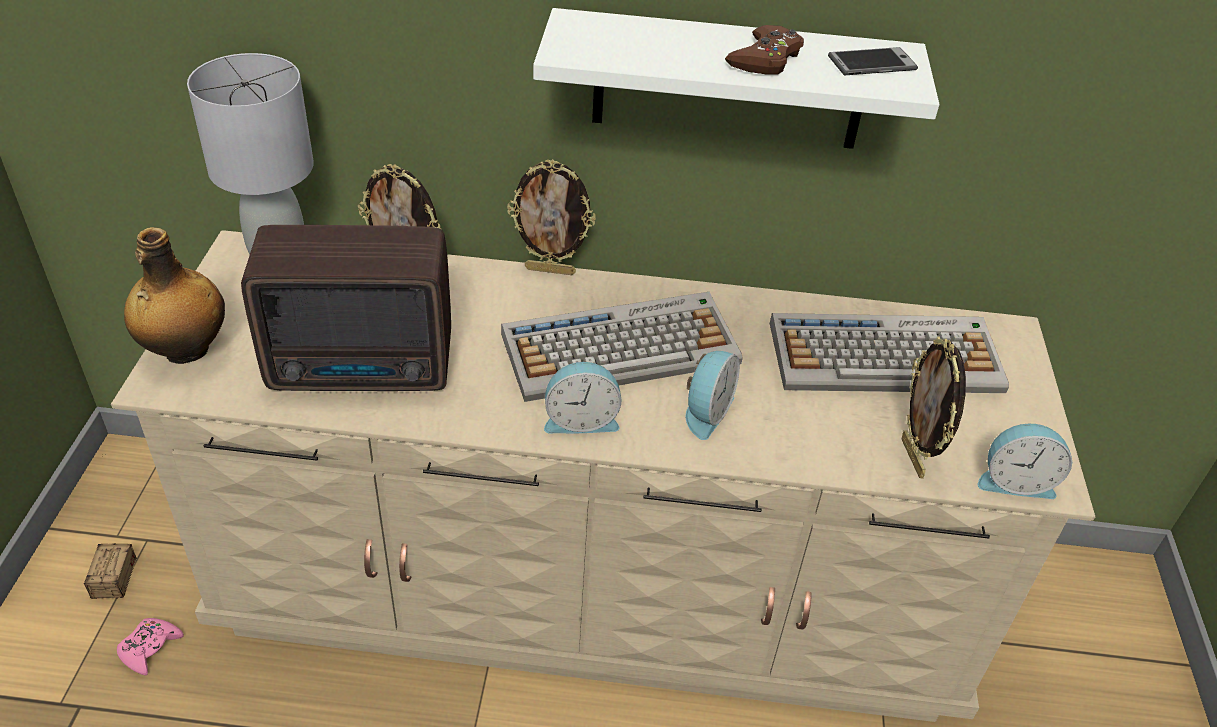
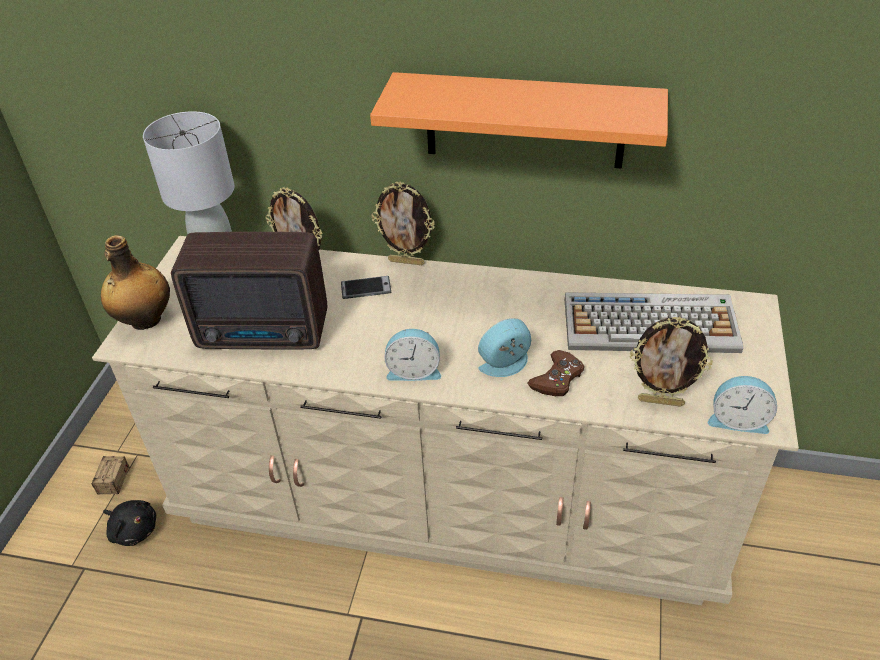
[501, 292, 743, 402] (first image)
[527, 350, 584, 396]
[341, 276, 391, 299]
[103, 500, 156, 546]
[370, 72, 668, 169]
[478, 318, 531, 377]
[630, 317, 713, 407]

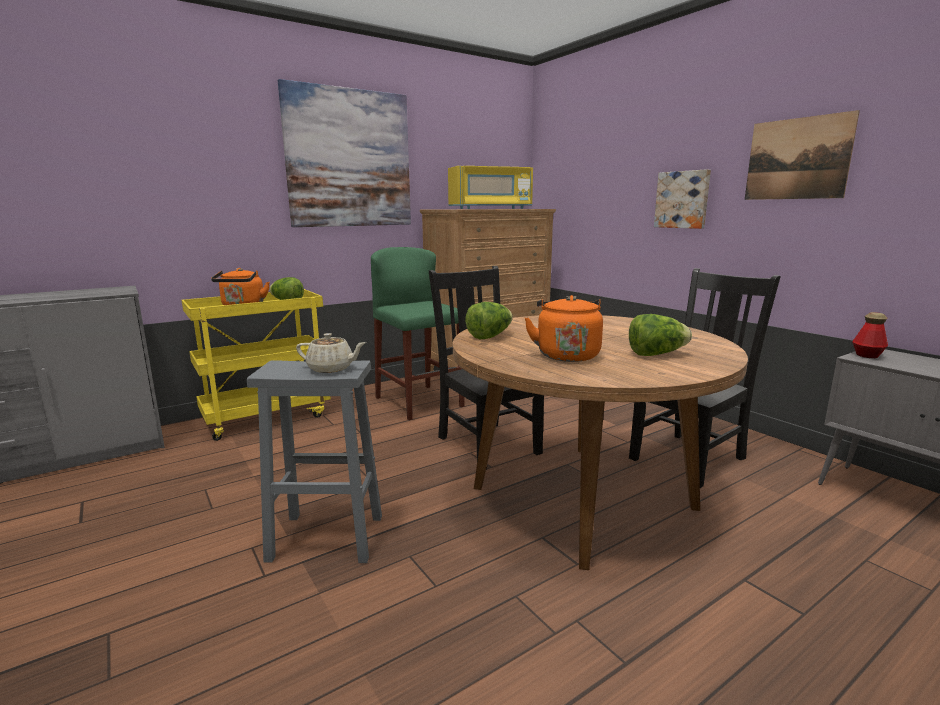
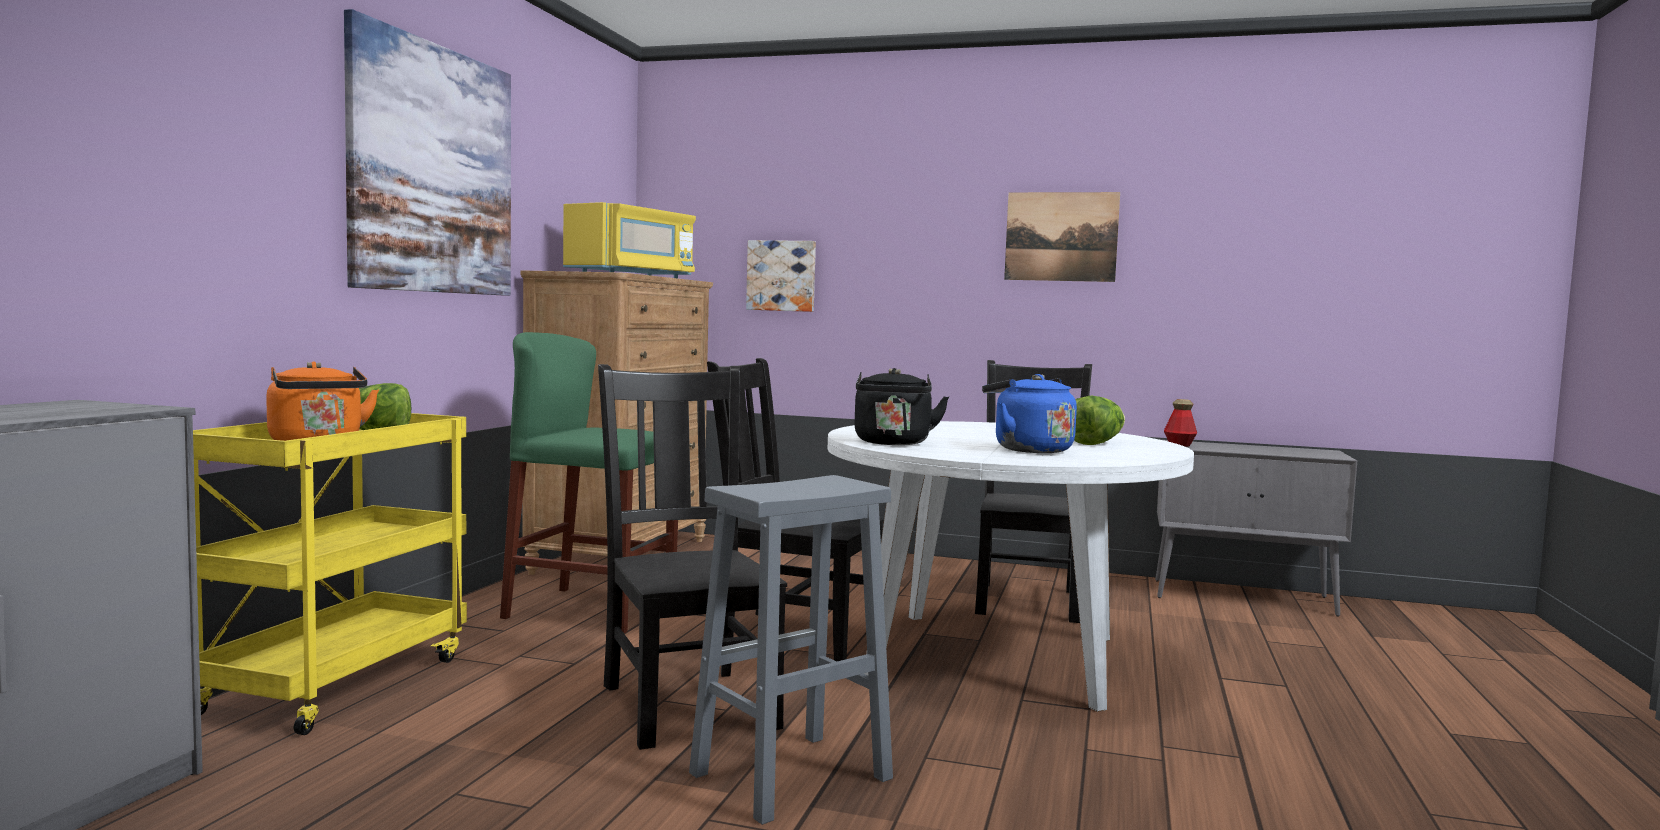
[296, 333, 366, 373] (first image)
[598, 364, 787, 750]
[746, 240, 816, 312]
[854, 368, 949, 445]
[828, 421, 1194, 712]
[982, 374, 1077, 453]

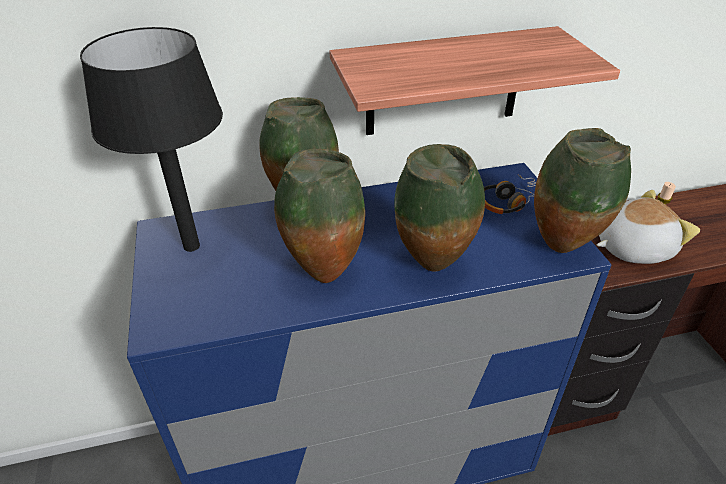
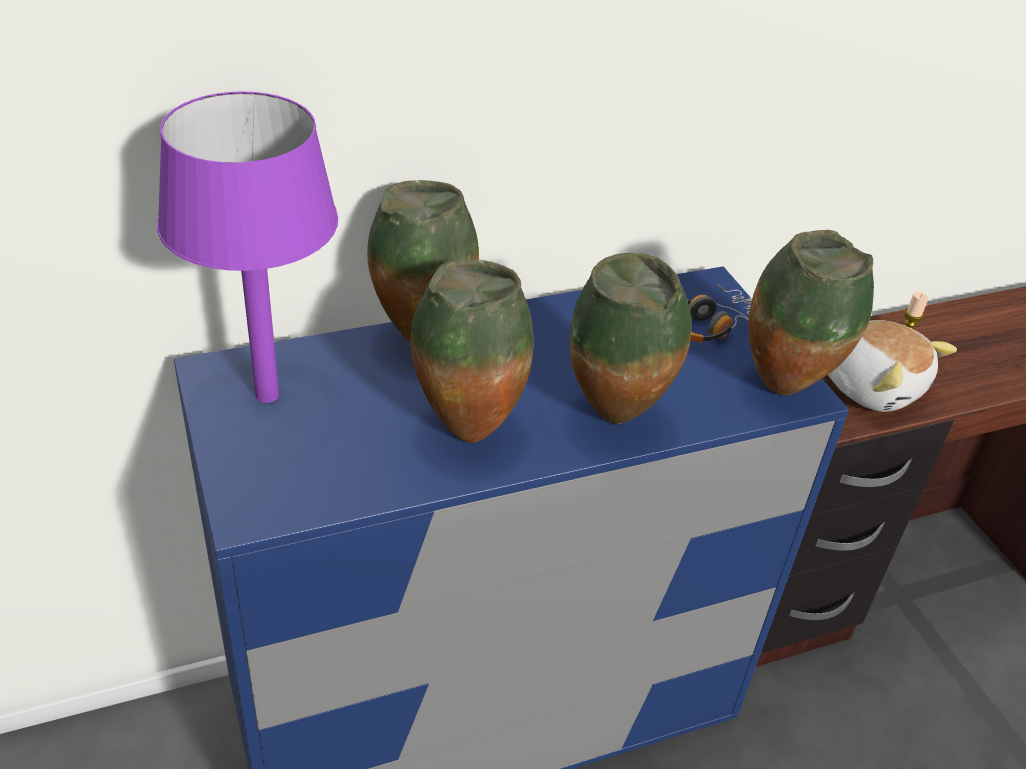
[330, 26, 620, 135] (first image)
[157, 91, 338, 403]
[828, 320, 957, 412]

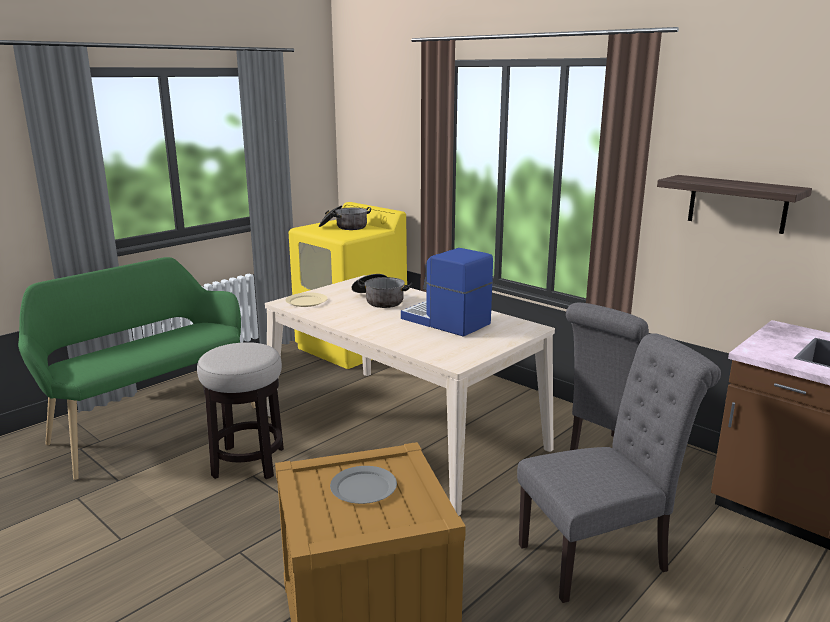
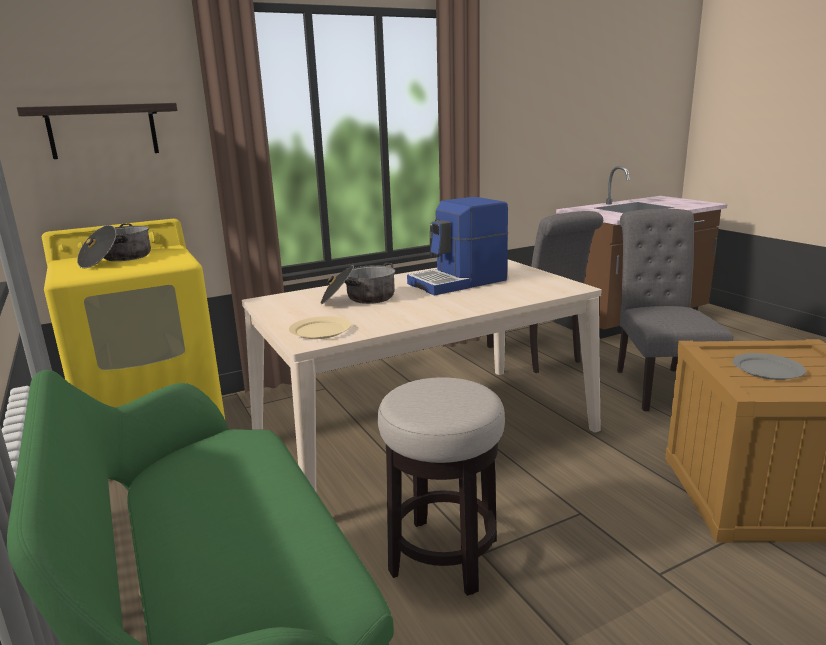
[17, 103, 177, 159]

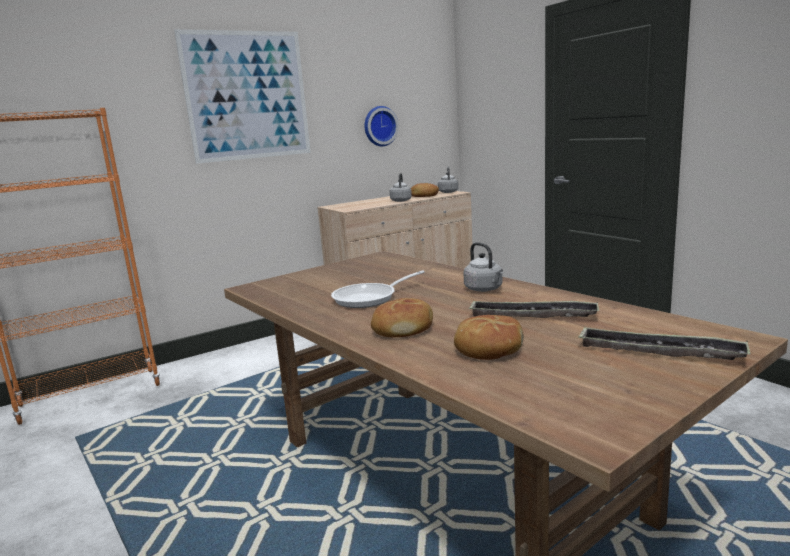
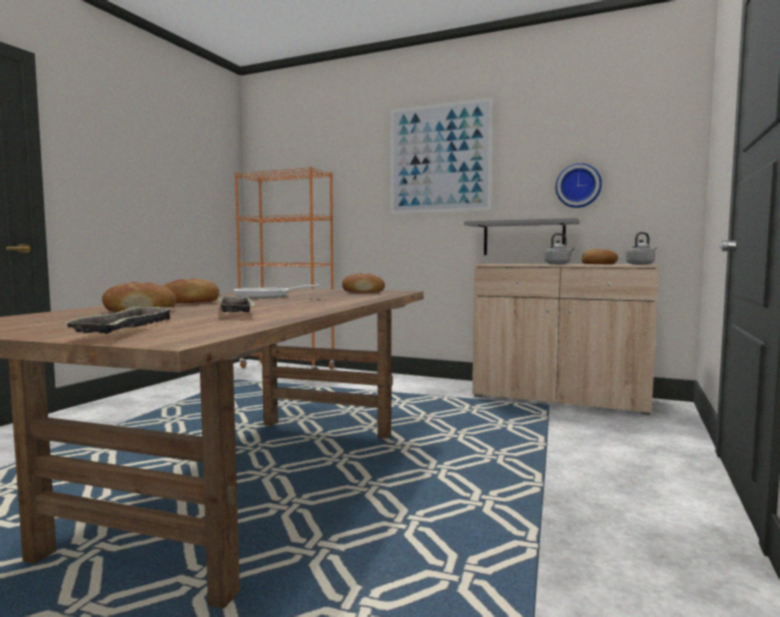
[463, 242, 503, 292] (first image)
[342, 273, 385, 293]
[464, 218, 580, 255]

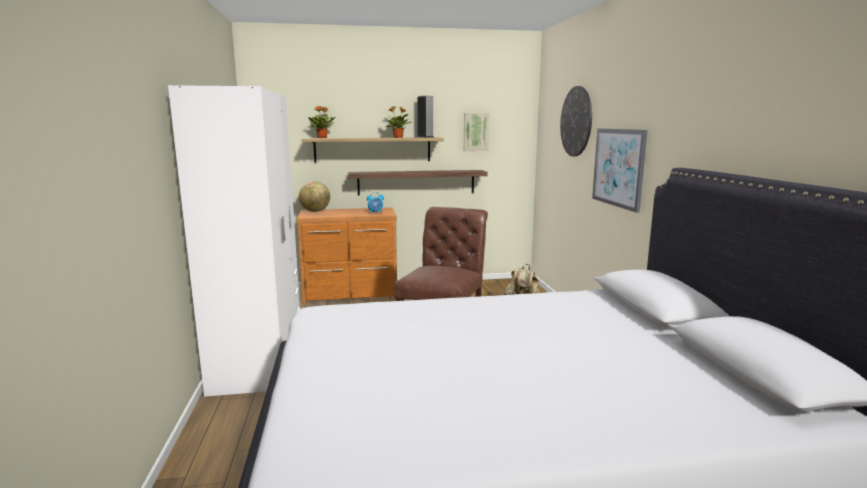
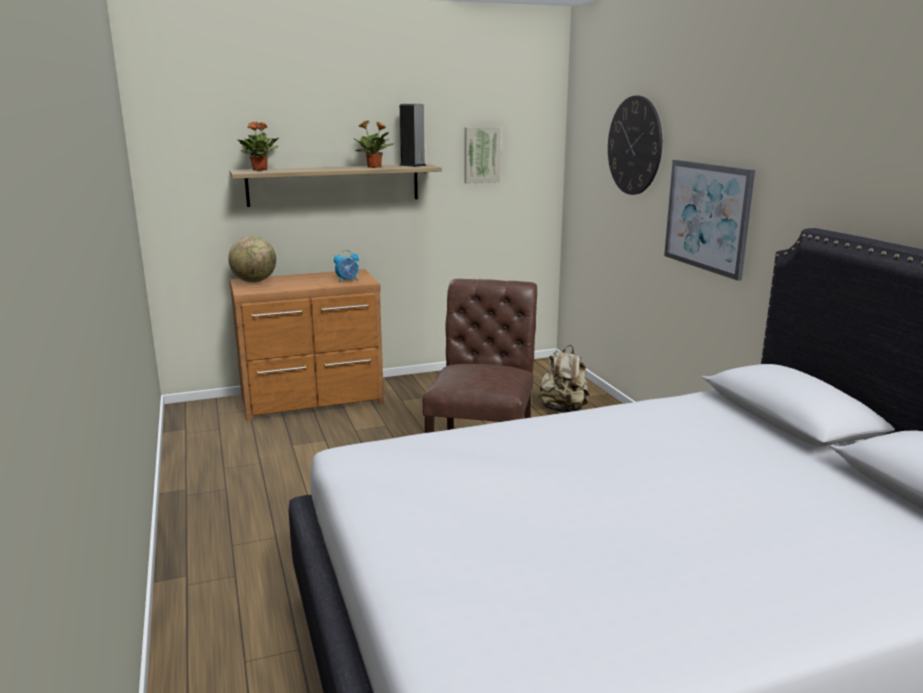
[168, 85, 300, 397] (first image)
[348, 170, 488, 195] (first image)

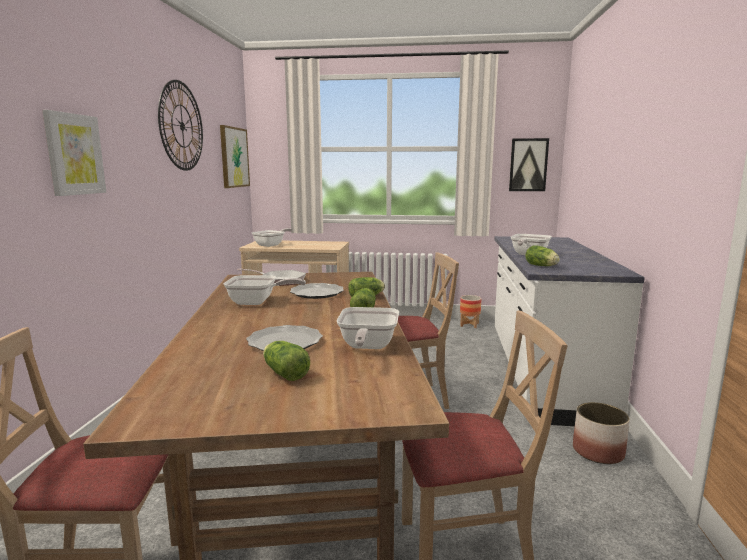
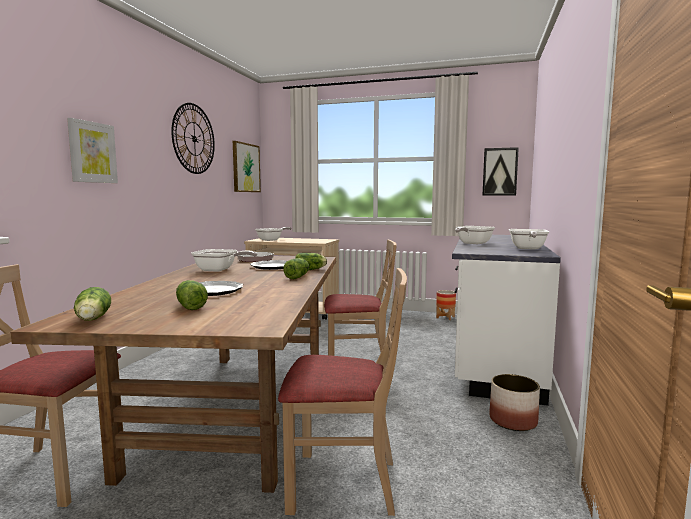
[509, 229, 549, 250]
[74, 287, 111, 321]

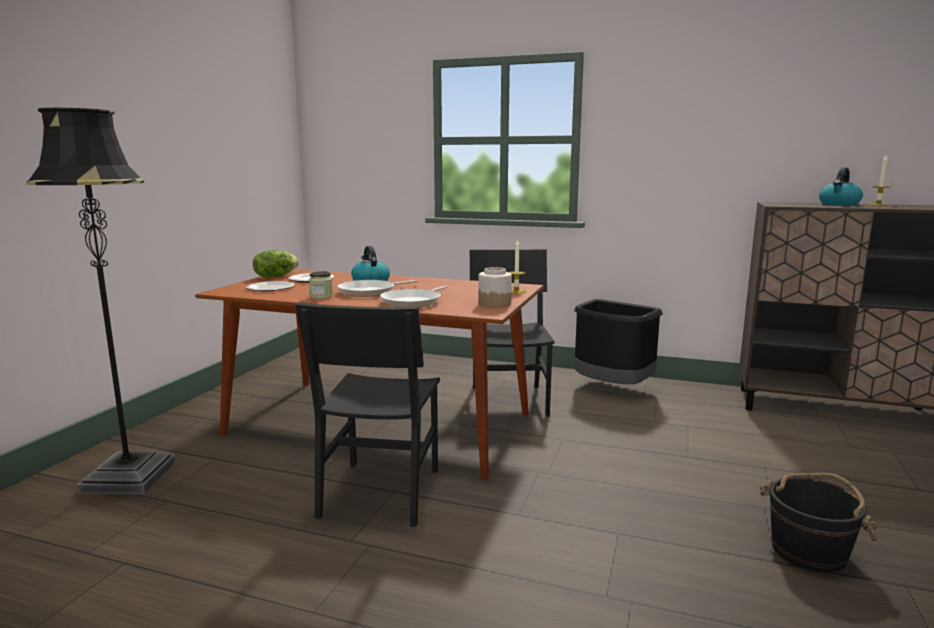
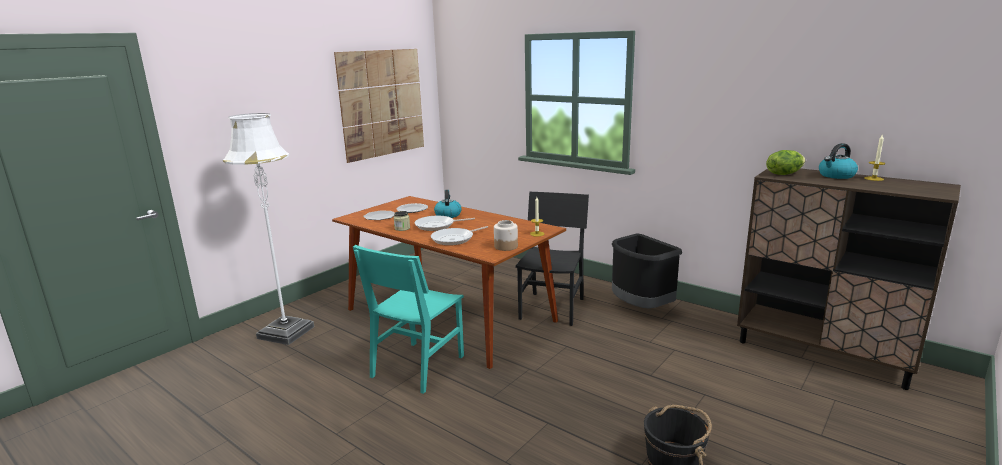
[334, 49, 424, 163]
[766, 150, 805, 175]
[223, 113, 315, 345]
[353, 245, 464, 394]

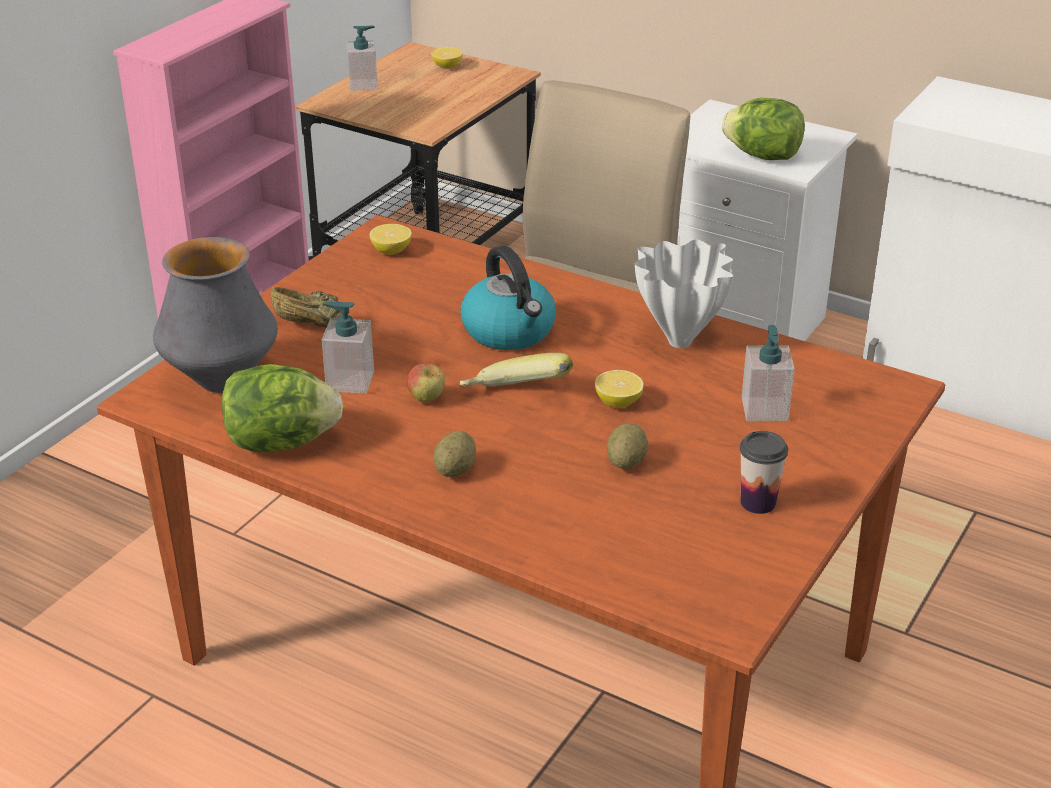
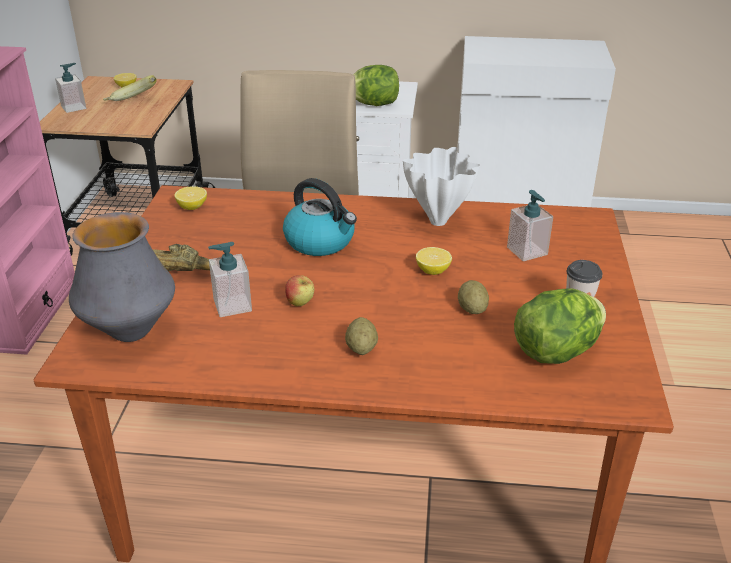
[514, 288, 606, 364]
[103, 75, 157, 101]

